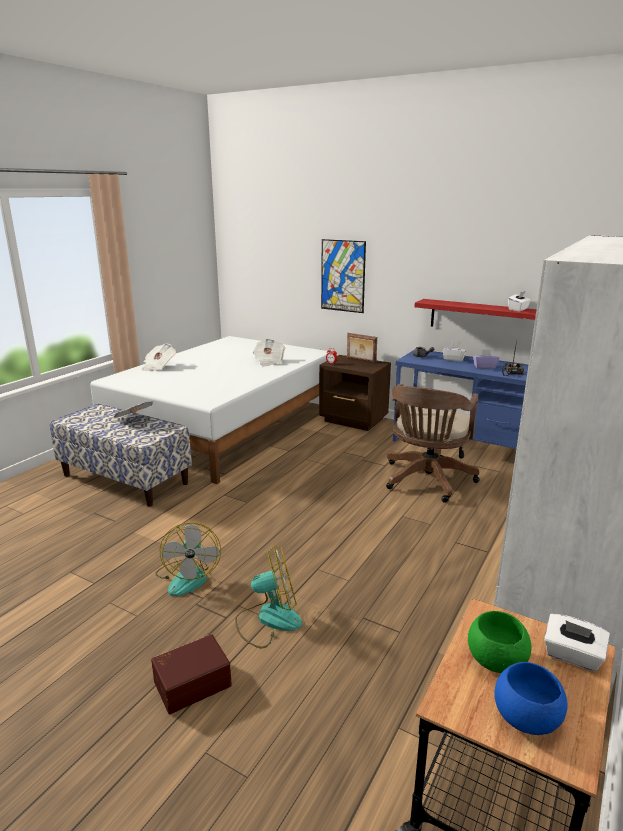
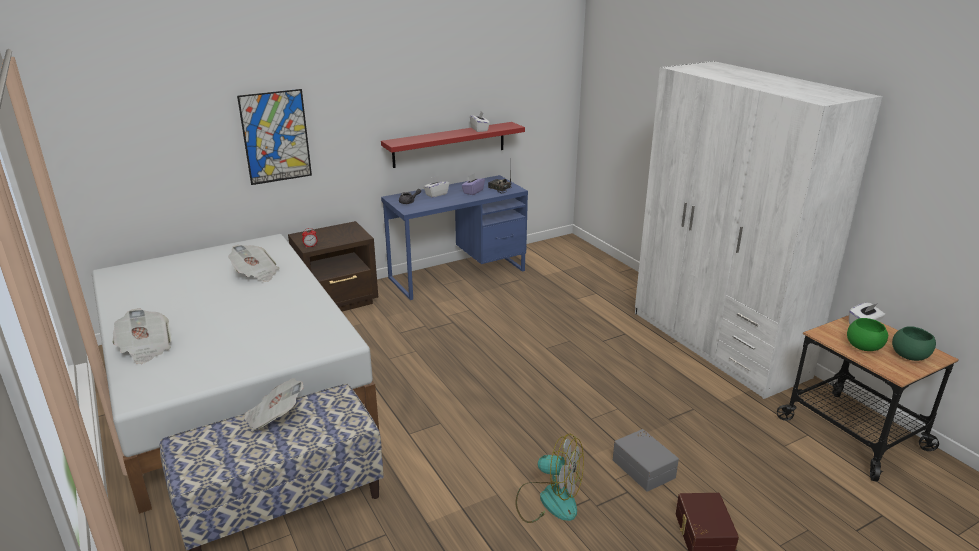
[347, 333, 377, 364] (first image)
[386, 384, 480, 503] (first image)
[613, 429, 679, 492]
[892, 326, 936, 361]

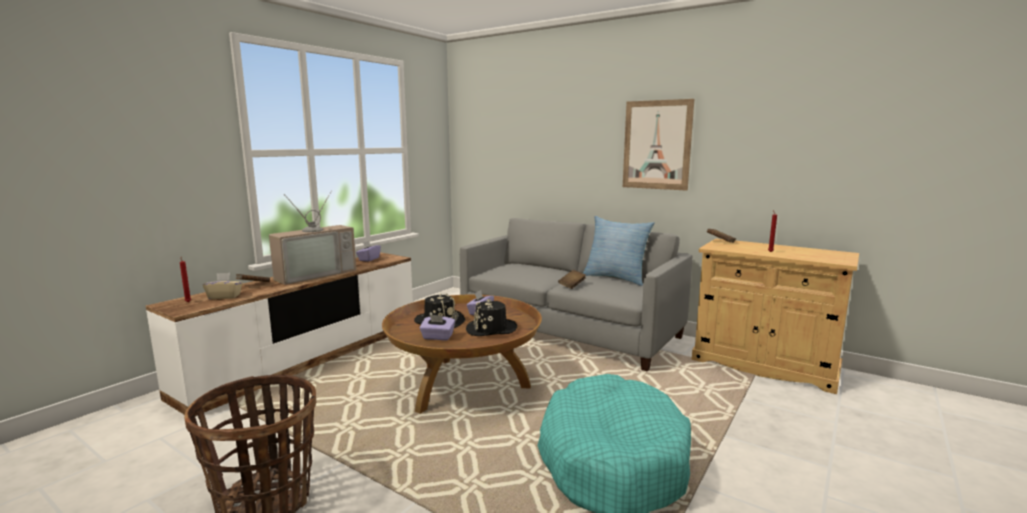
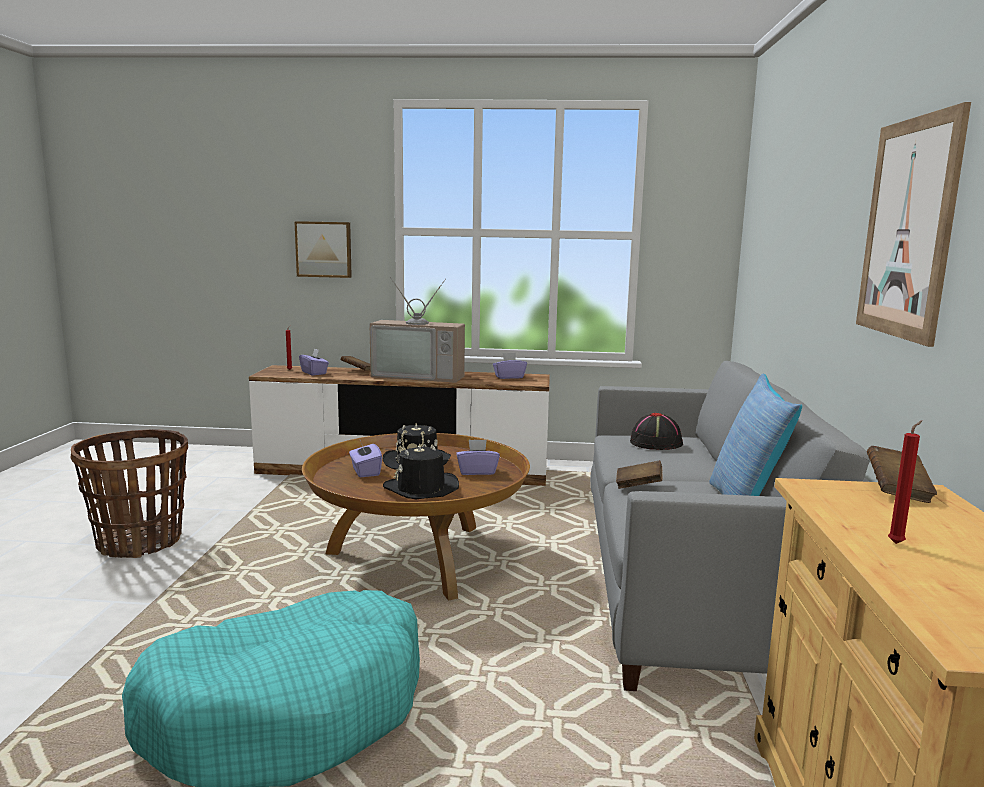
[294, 221, 352, 278]
[630, 412, 683, 450]
[299, 348, 329, 376]

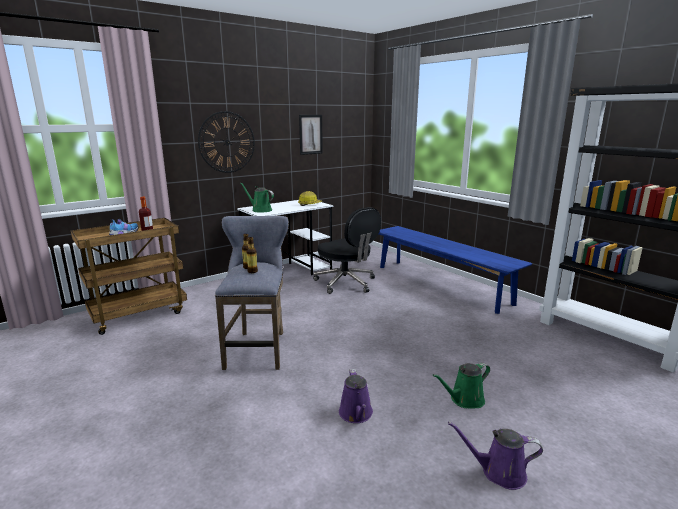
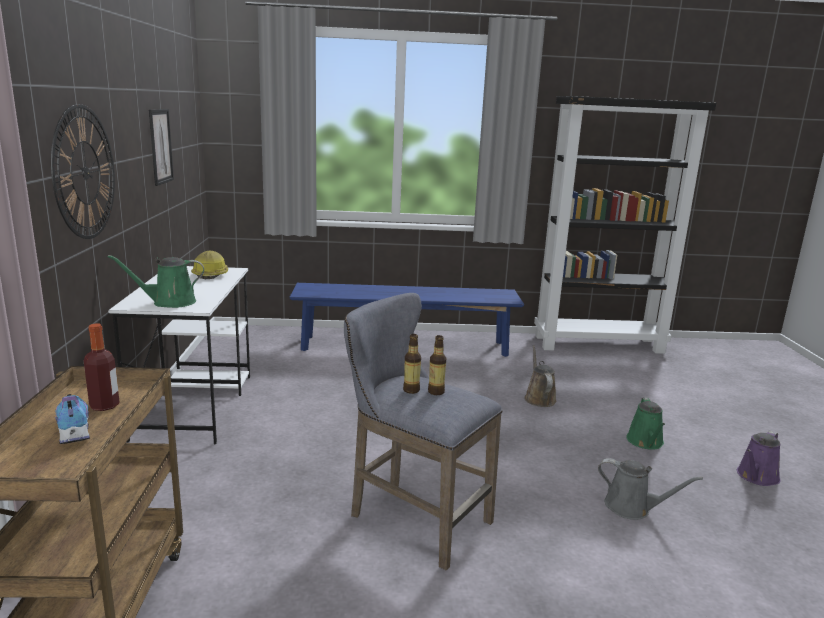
[313, 207, 381, 294] (first image)
[524, 345, 557, 407]
[598, 458, 703, 520]

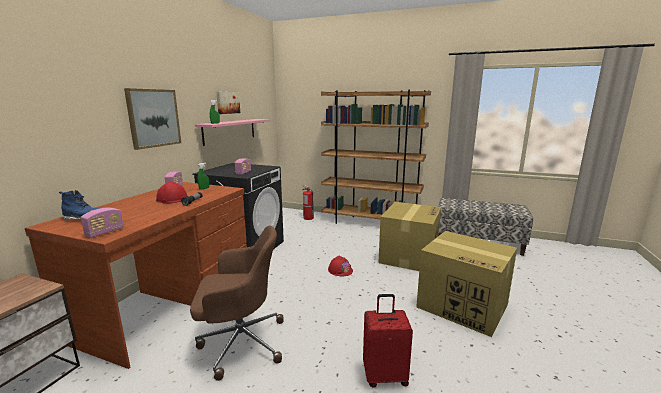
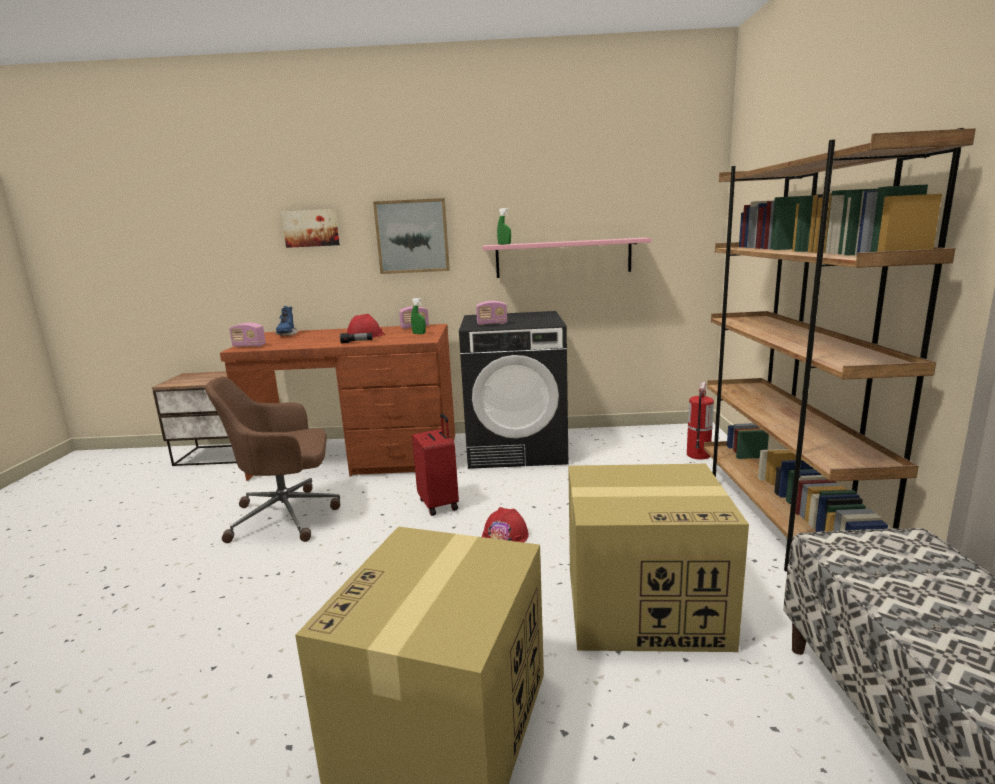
[281, 209, 340, 248]
[412, 413, 459, 516]
[205, 377, 340, 543]

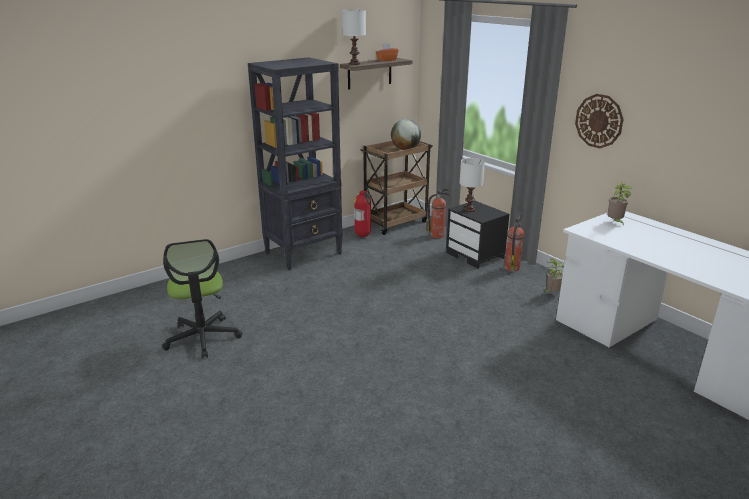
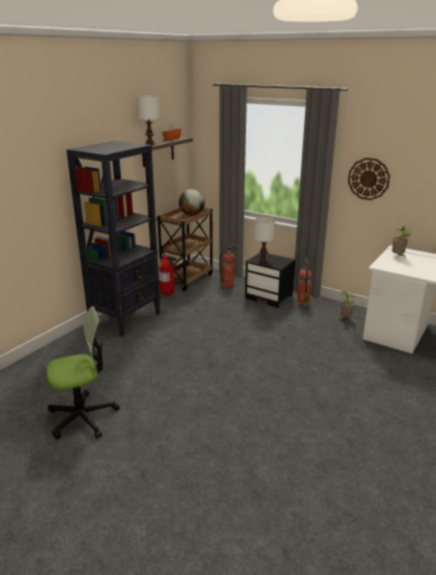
[46, 306, 119, 439]

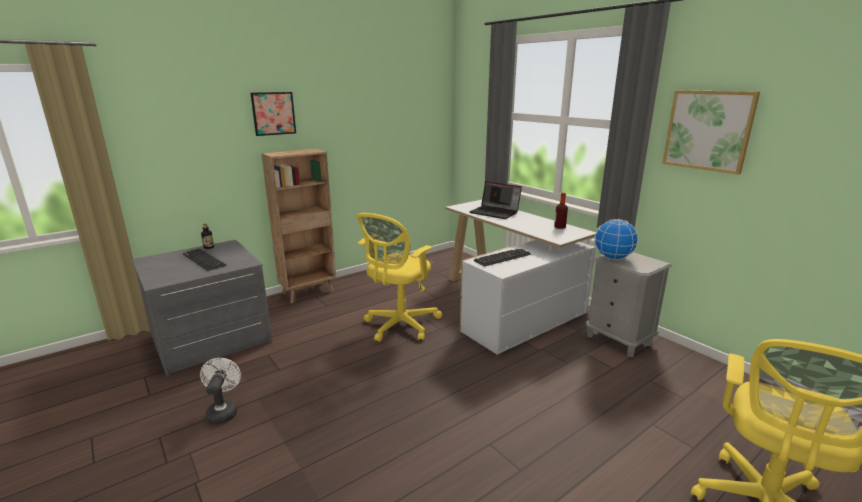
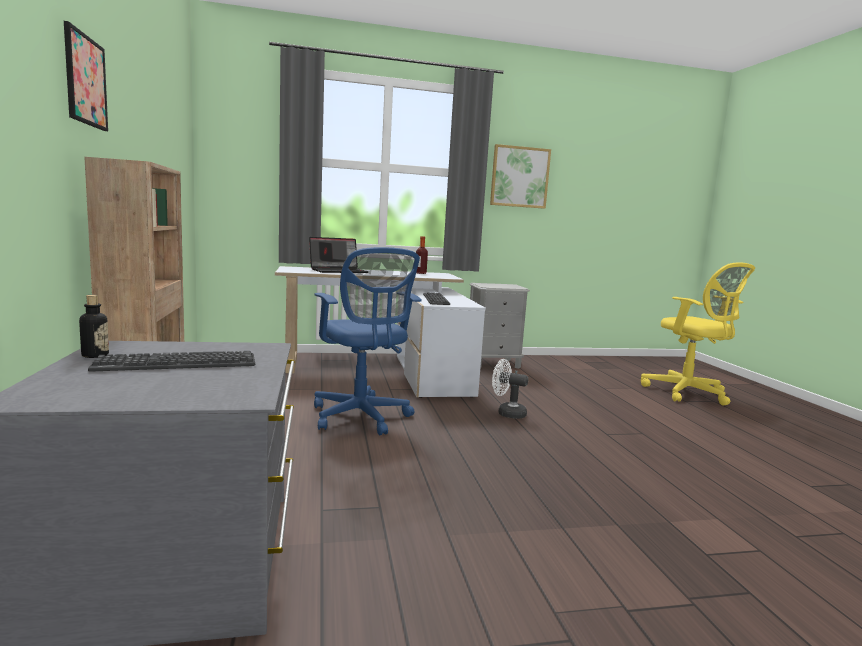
[594, 219, 638, 260] (first image)
[492, 359, 528, 419]
[314, 247, 422, 435]

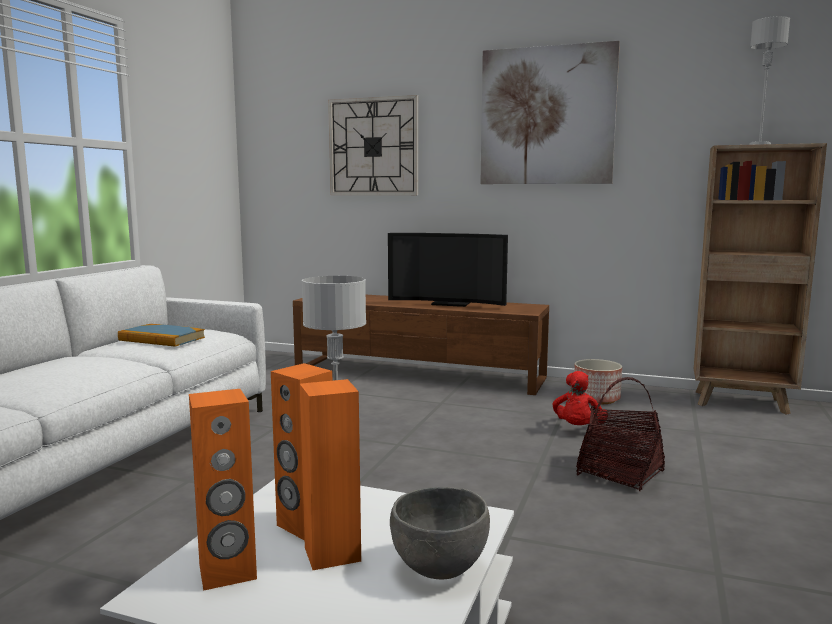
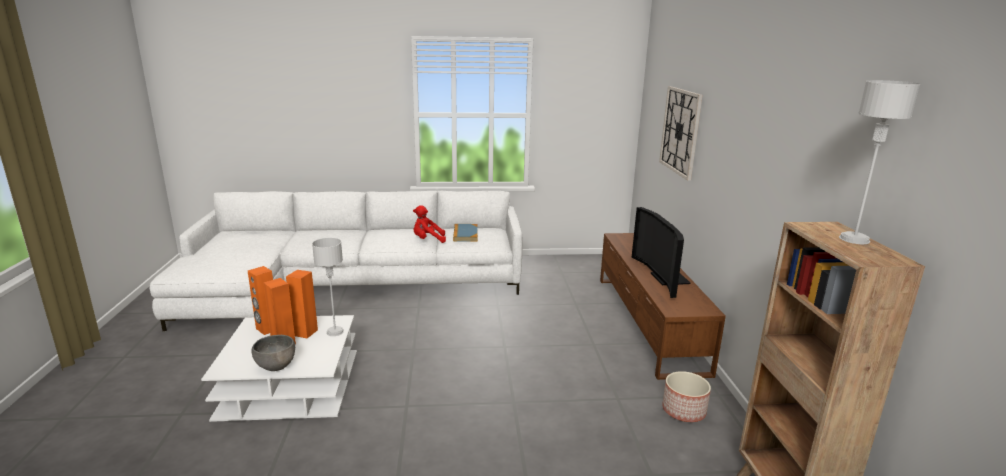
[480, 41, 620, 184] (first image)
[576, 377, 665, 491] (first image)
[413, 205, 446, 243]

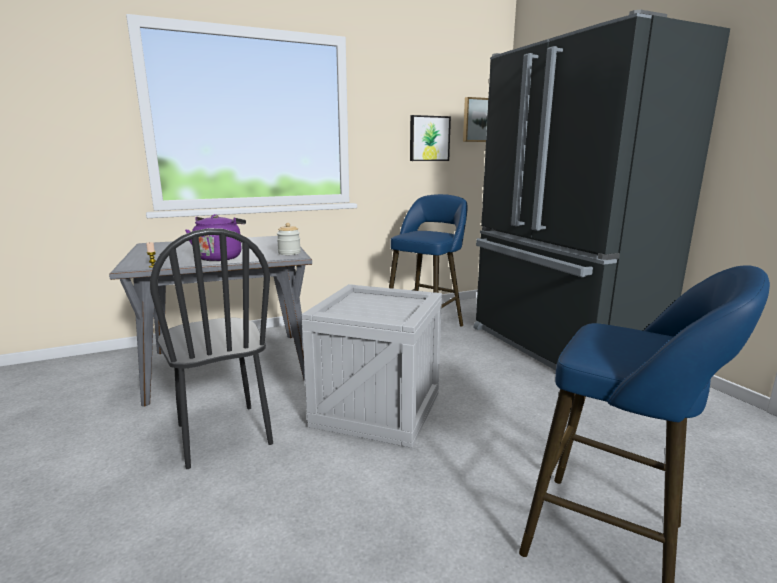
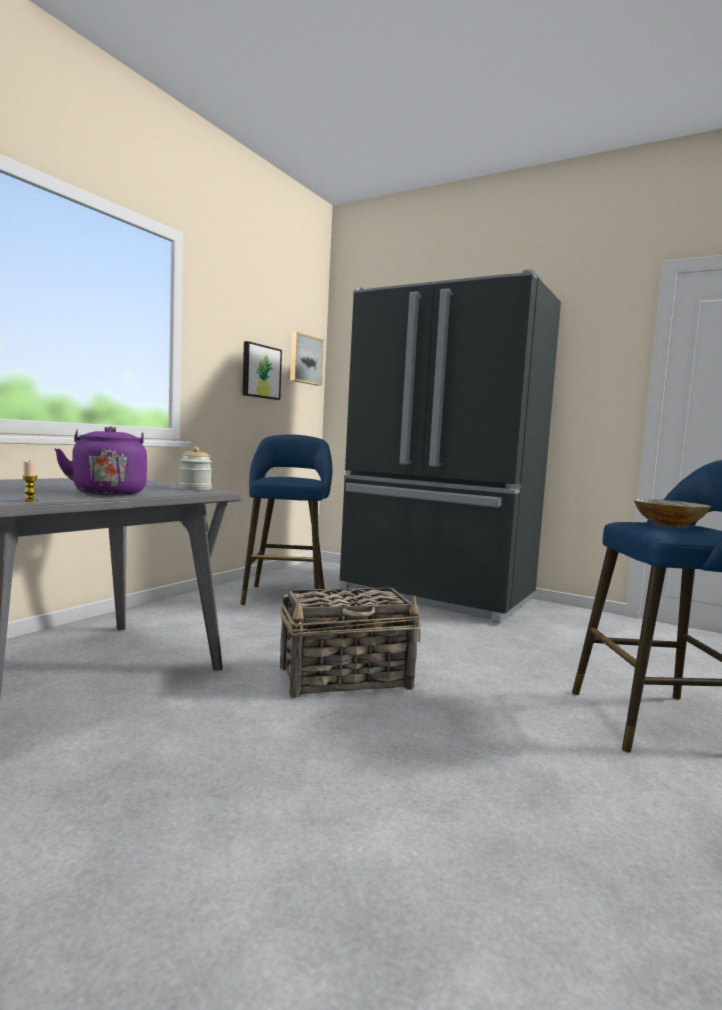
[150, 228, 273, 469] (first image)
[634, 499, 711, 527]
[280, 588, 421, 698]

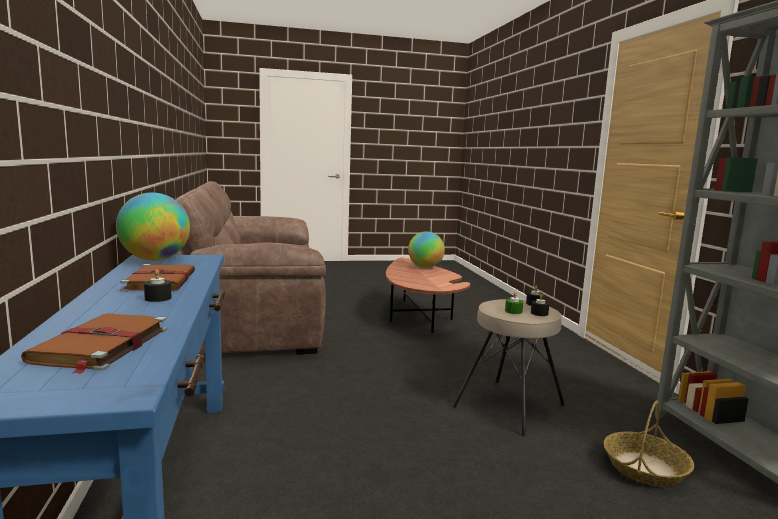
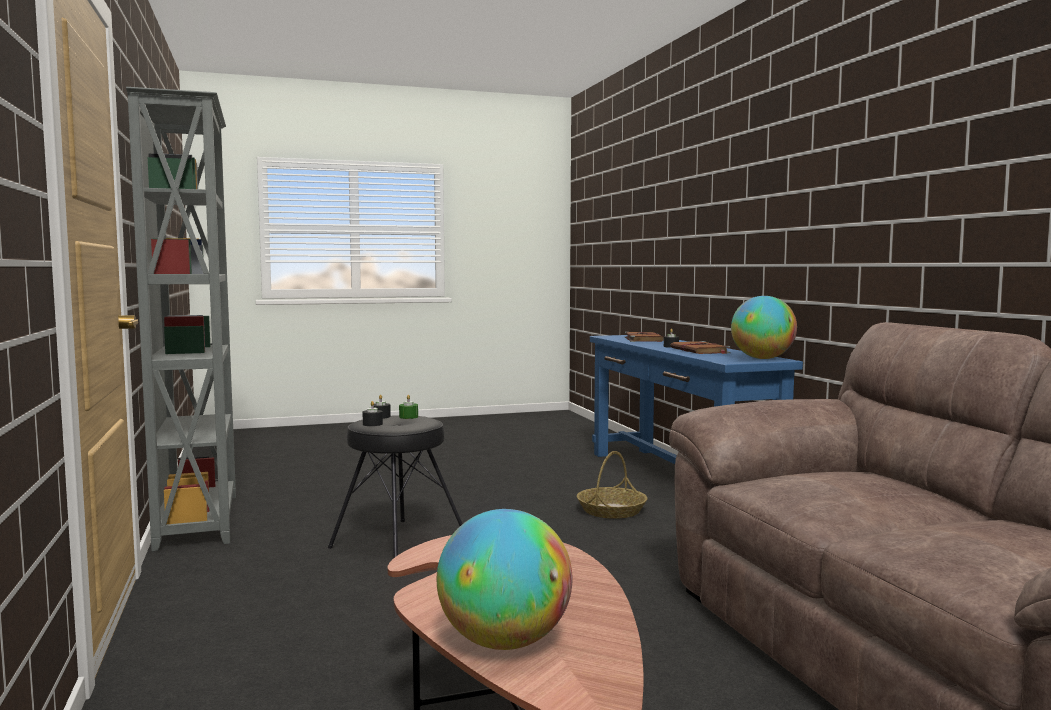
[577, 451, 647, 519]
[328, 415, 463, 558]

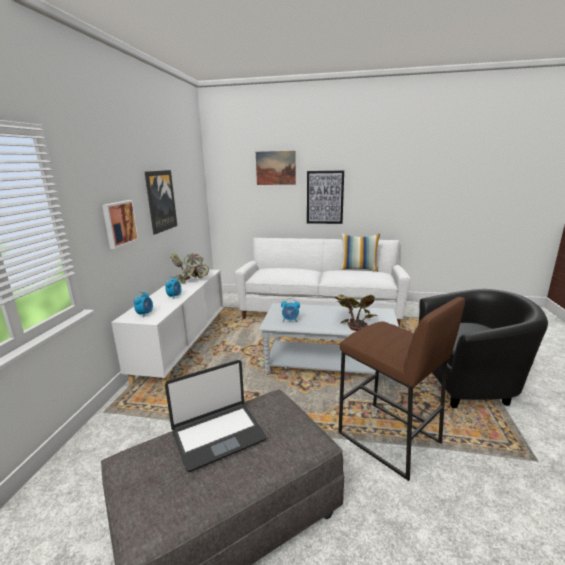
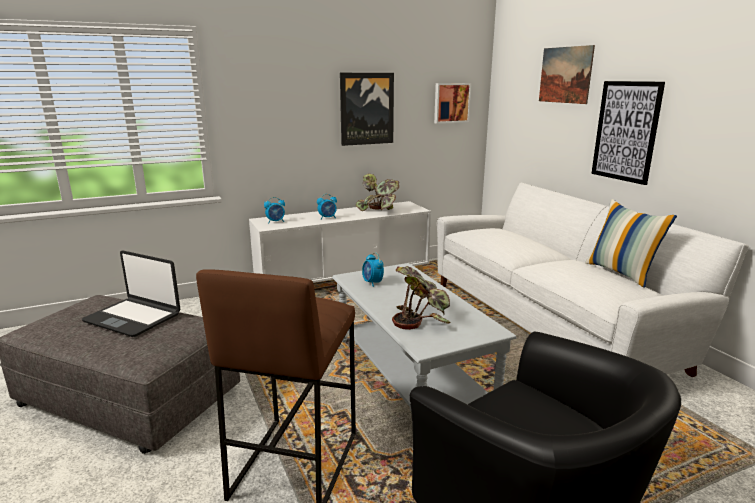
[434, 83, 471, 123]

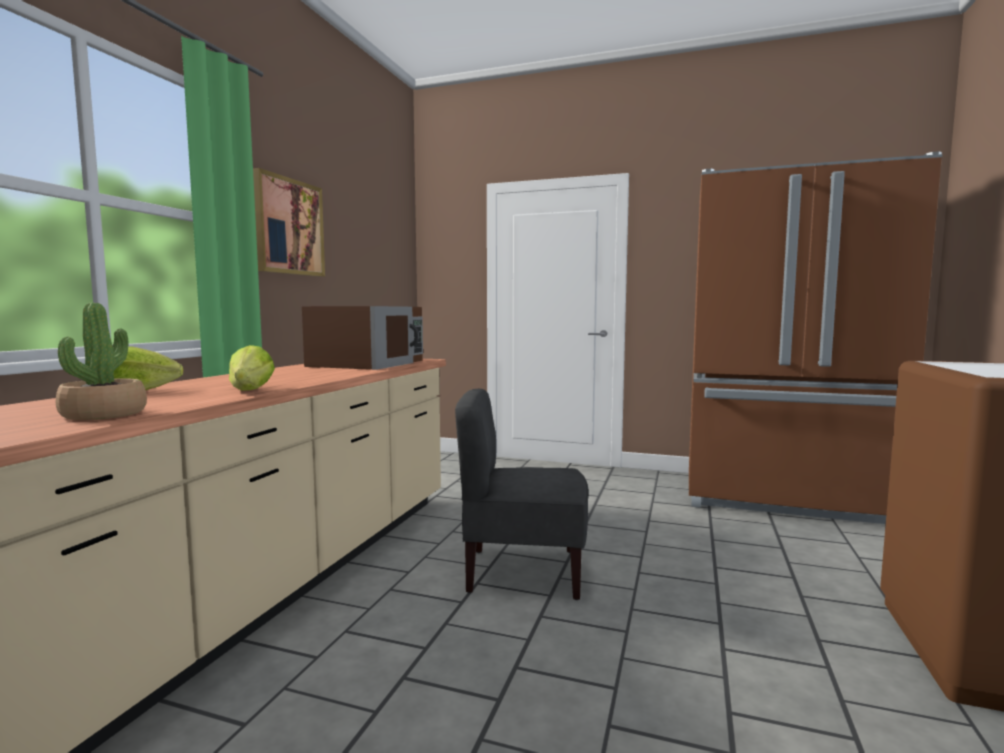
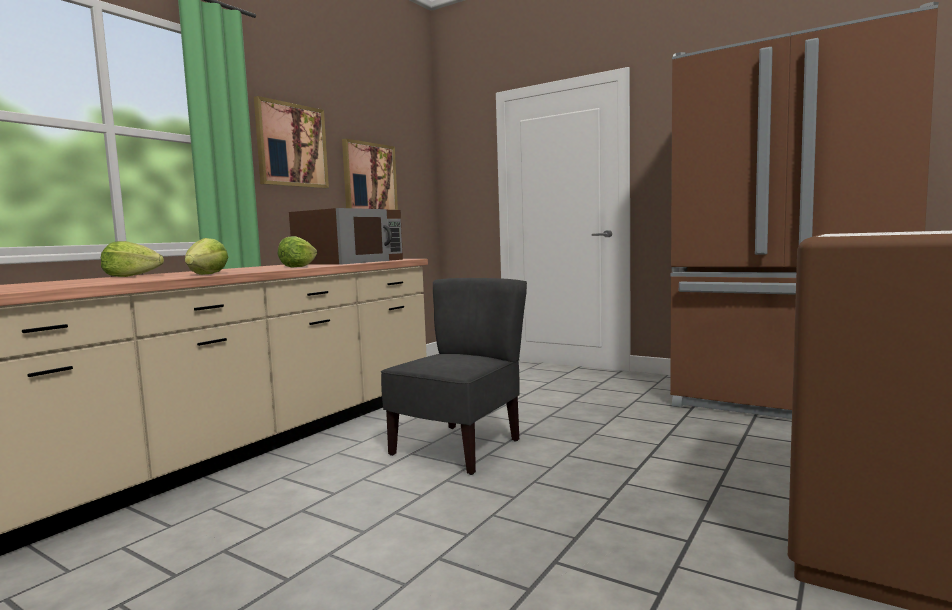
[56, 303, 147, 420] (first image)
[278, 236, 317, 268]
[342, 139, 398, 210]
[381, 278, 527, 475]

